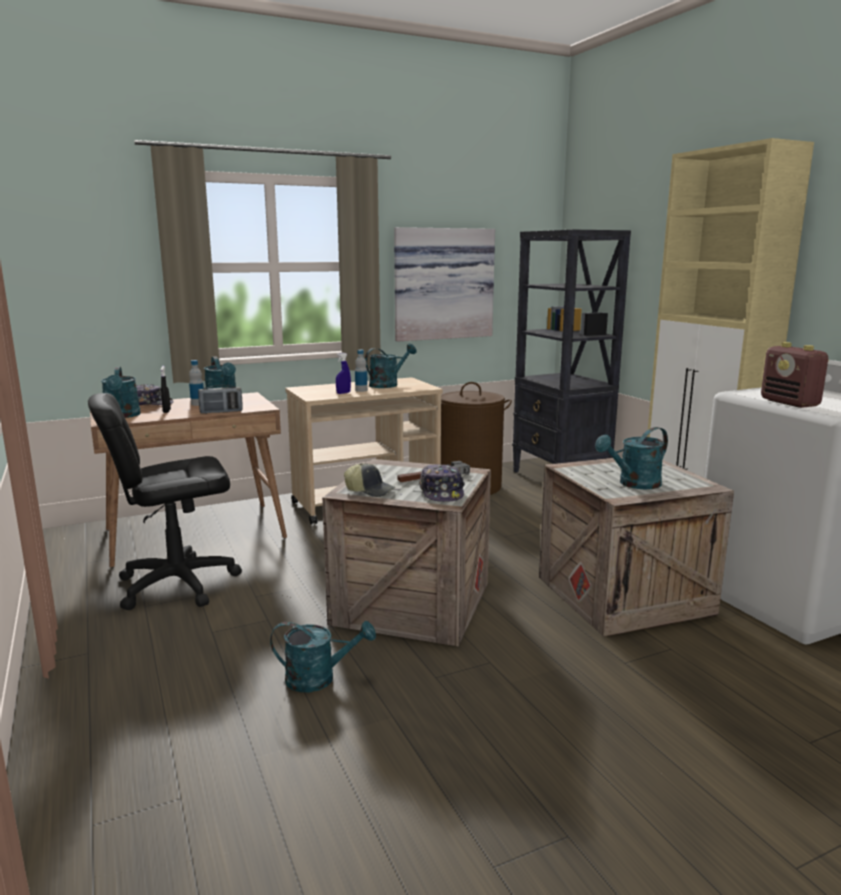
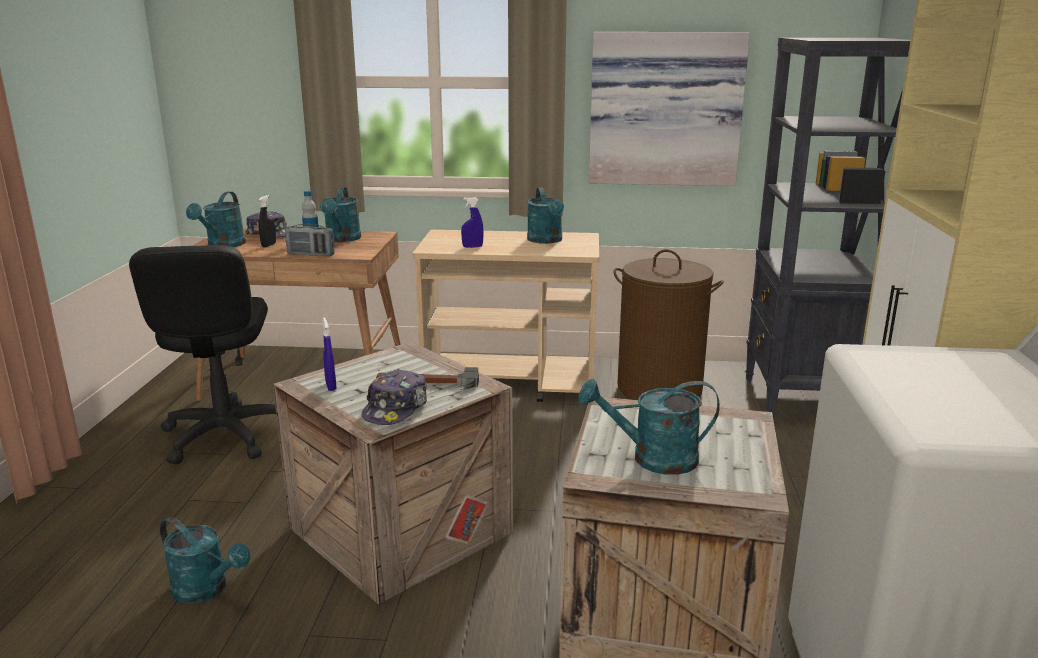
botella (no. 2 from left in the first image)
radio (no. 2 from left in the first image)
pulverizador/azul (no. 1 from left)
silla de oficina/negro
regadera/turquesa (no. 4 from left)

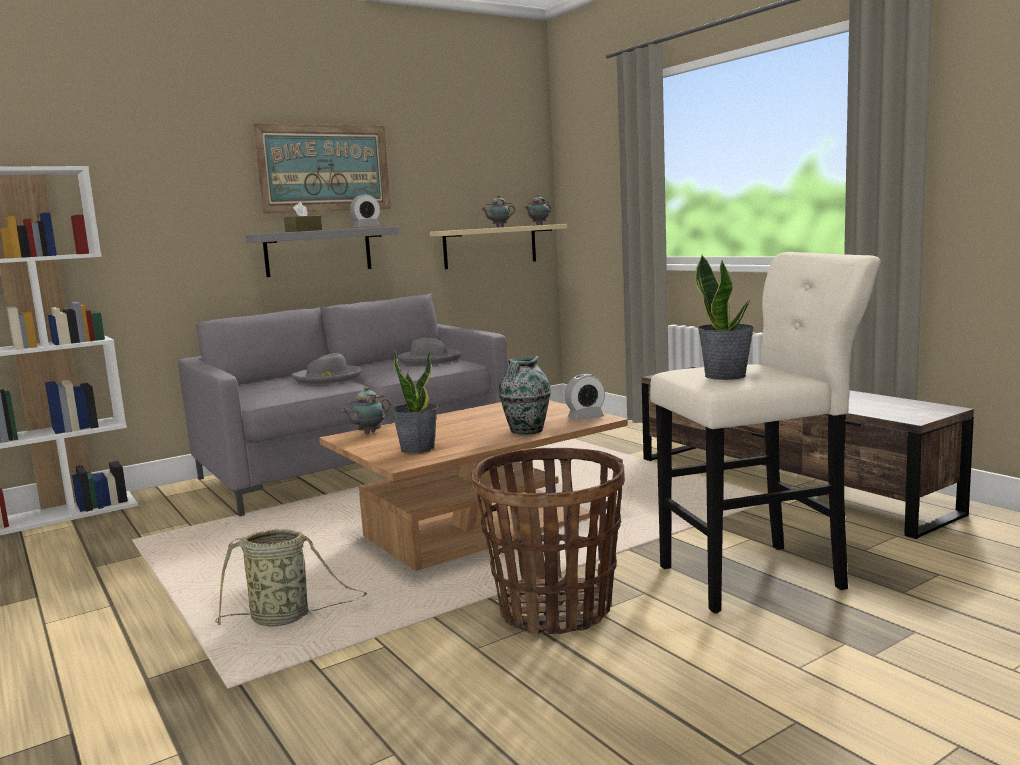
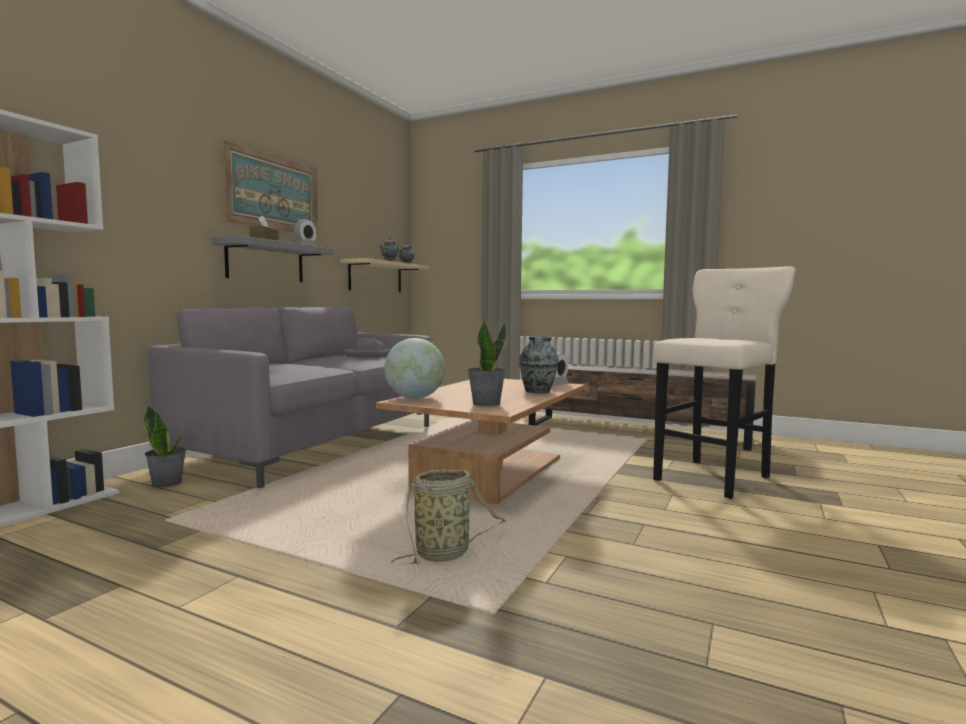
sombrero/gris (no. 1 from left in the first image)
cesta (no. 2 from left in the first image)
planta en maceta (no. 1 from left)
globo terráqueo

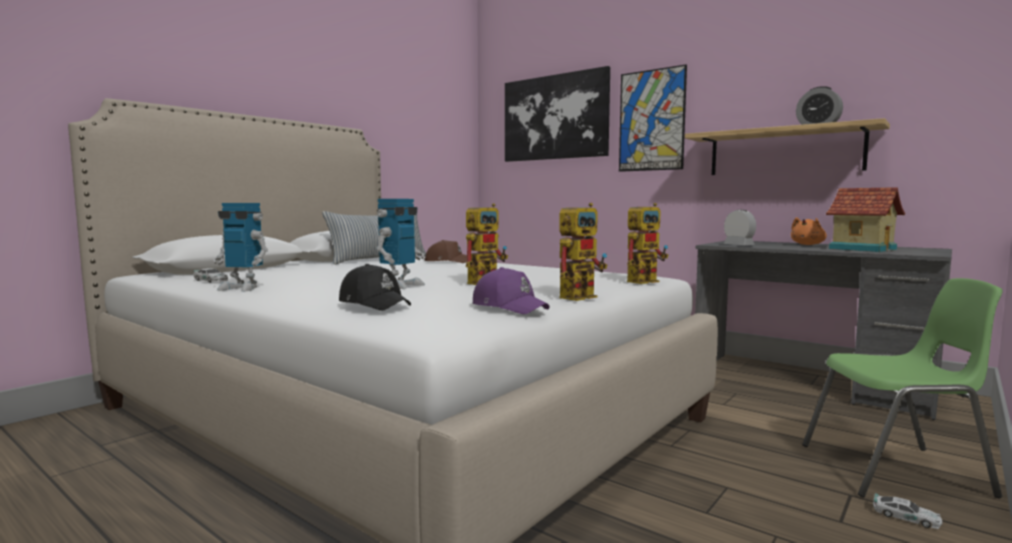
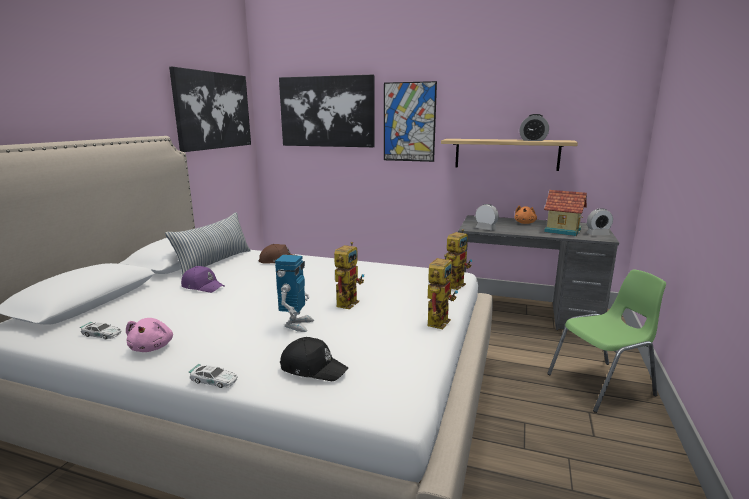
cuadro (no. 1 from left)
despertador (no. 3 from left)
gorra/morado
coche de juguete (no. 2 from left)
peluche/rosa

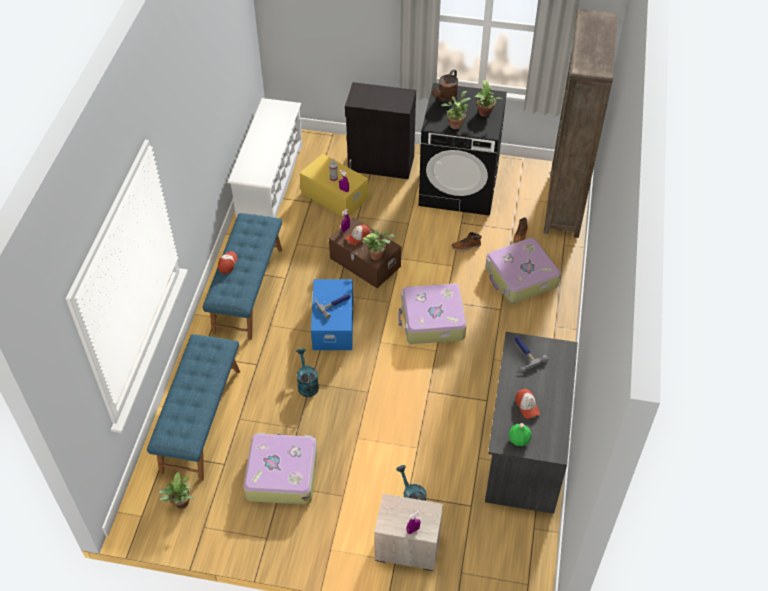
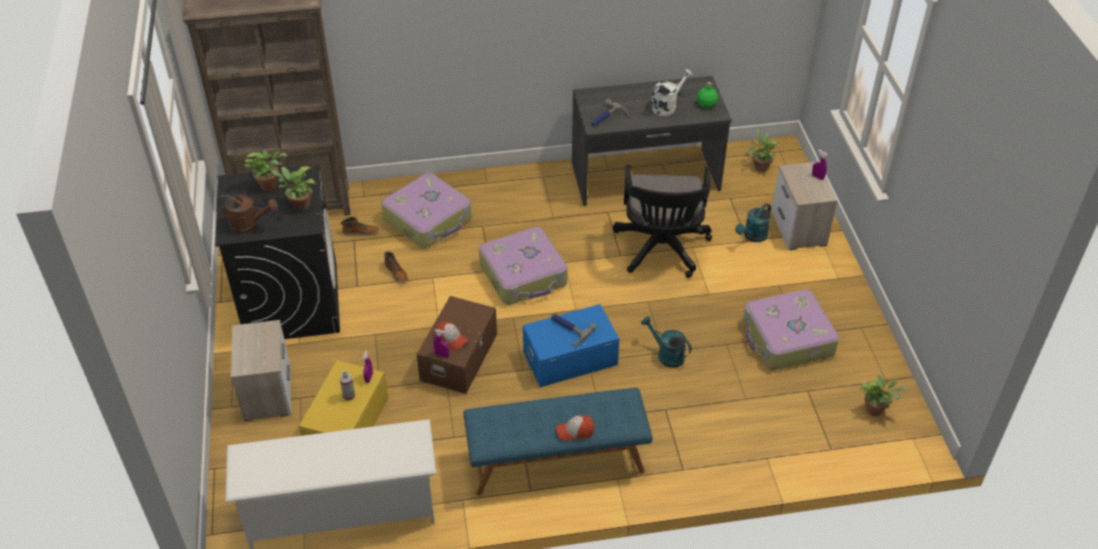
banco/azul (no. 1 from left in the first image)
silla de oficina/negro
planta en maceta (no. 3 from left)
mesita de noche (no. 1 from left)
regadera/blanco
regadera/turquesa (no. 1 from left)

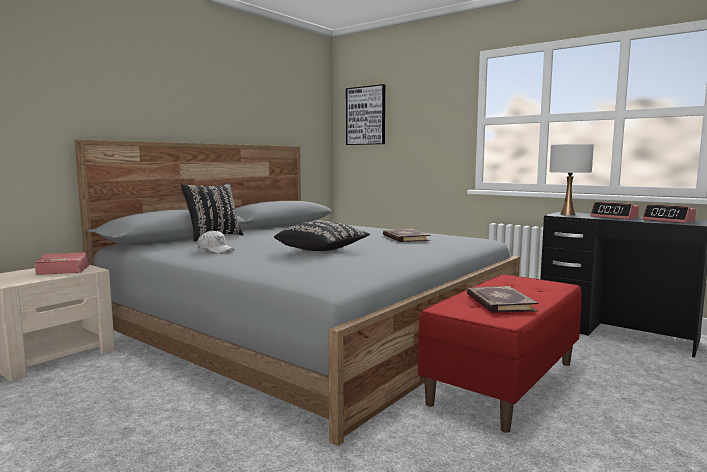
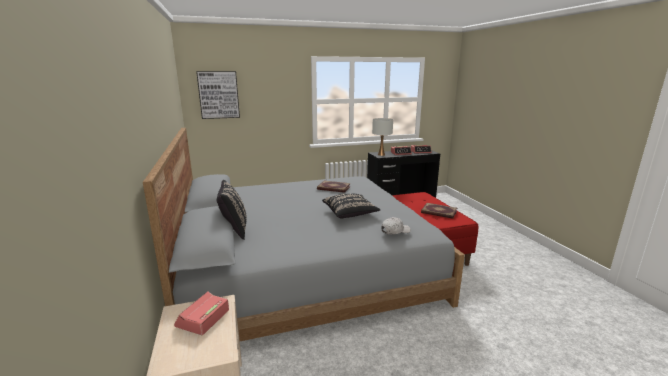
gorra/blanco

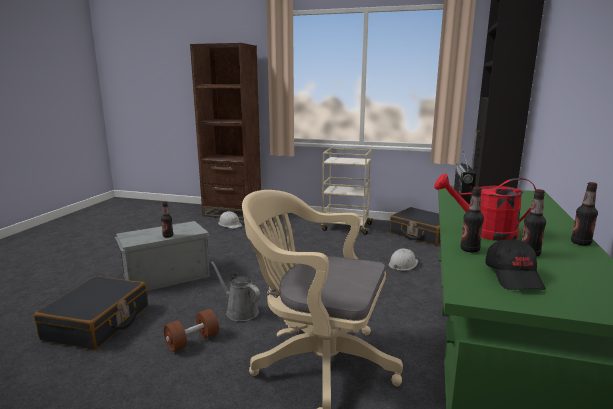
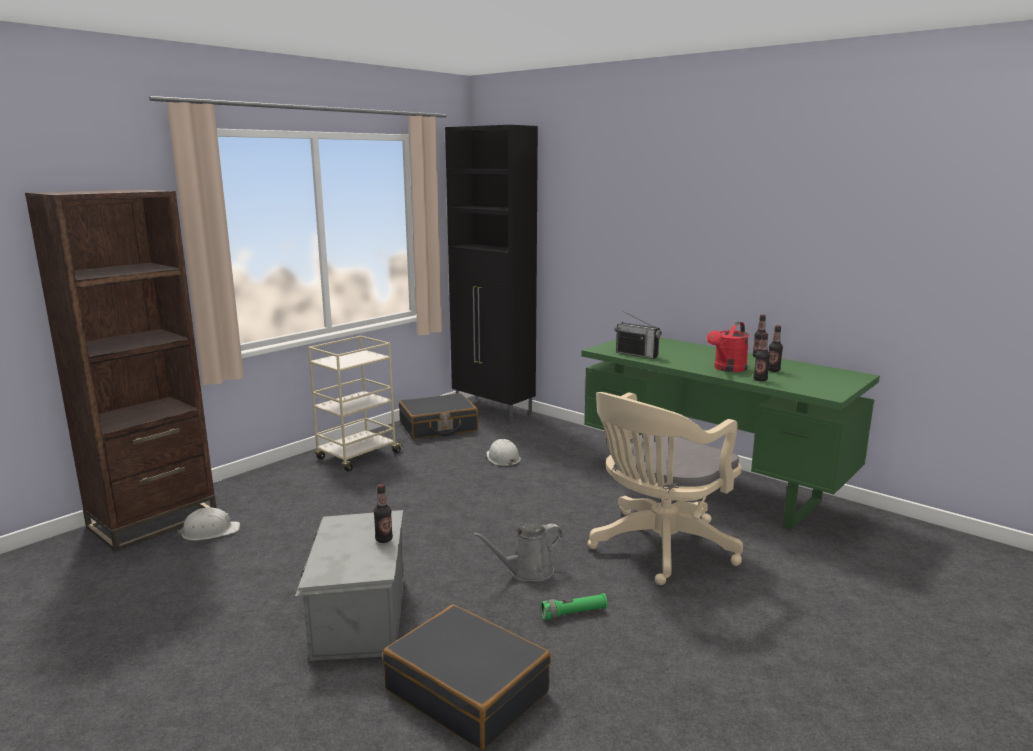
gorra/negro
linterna/verde

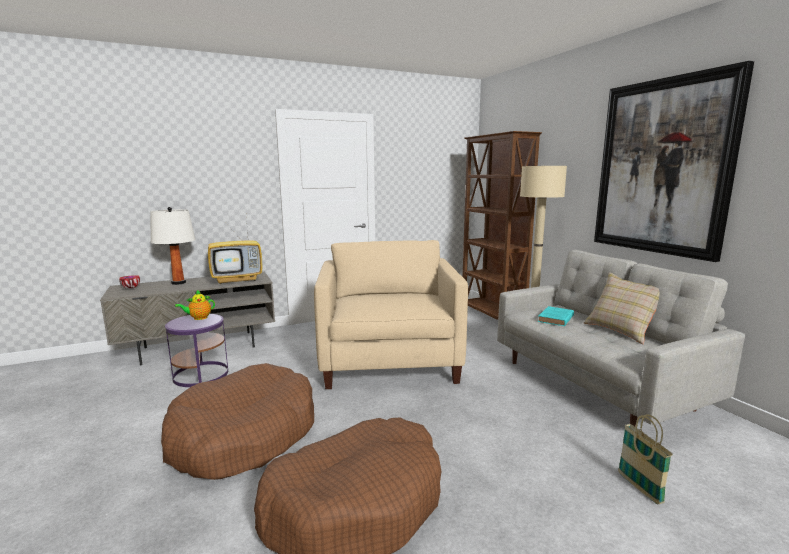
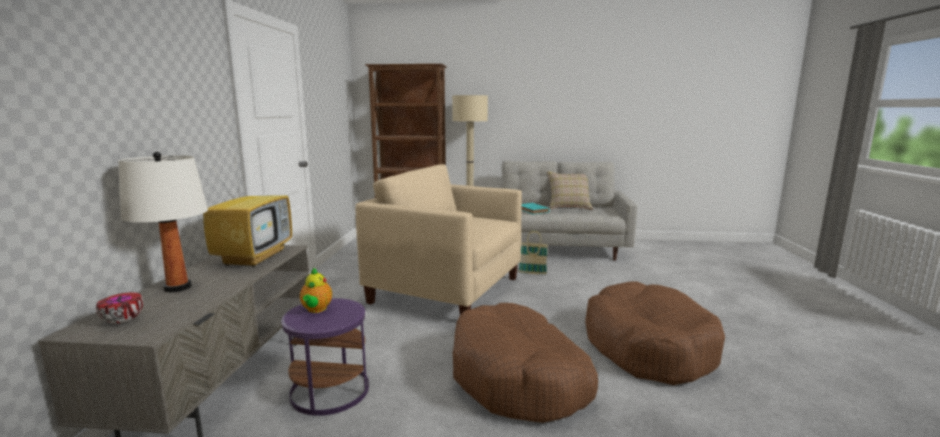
cuadro
cesta

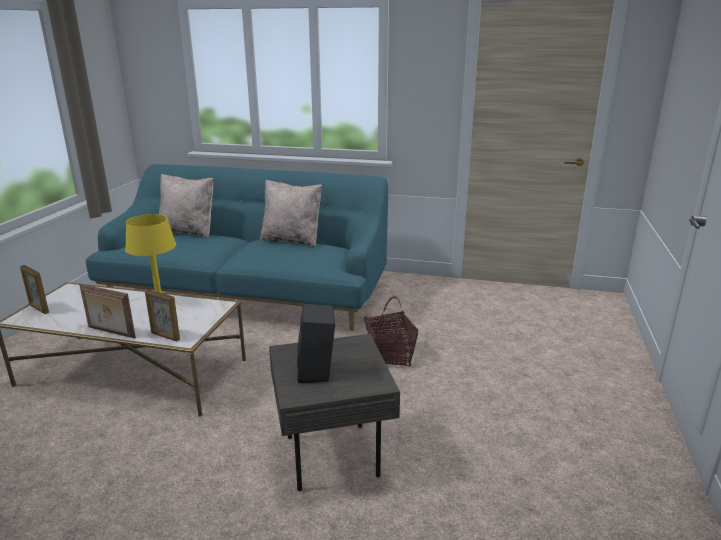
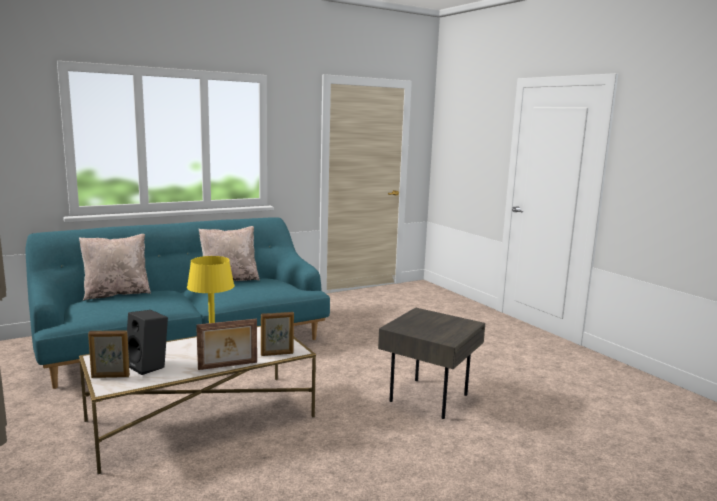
cesta
altavoz/negro

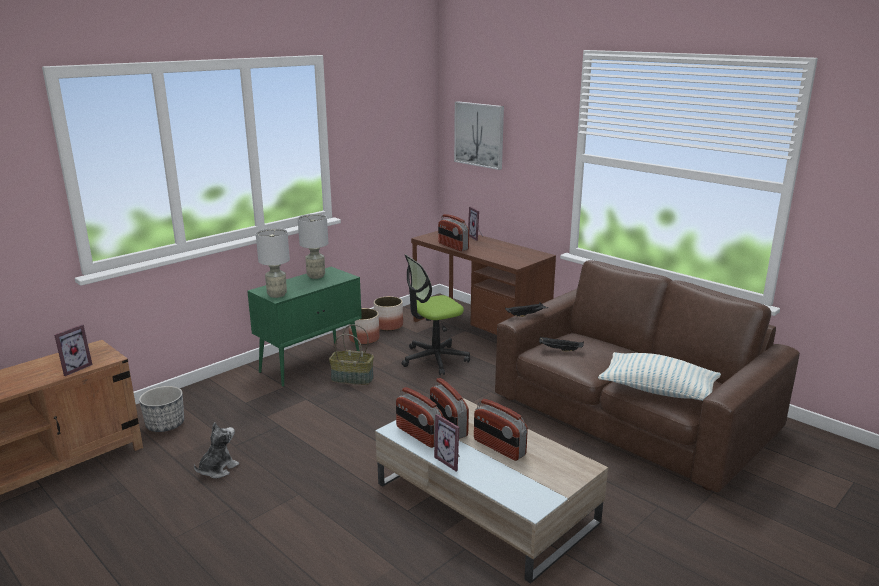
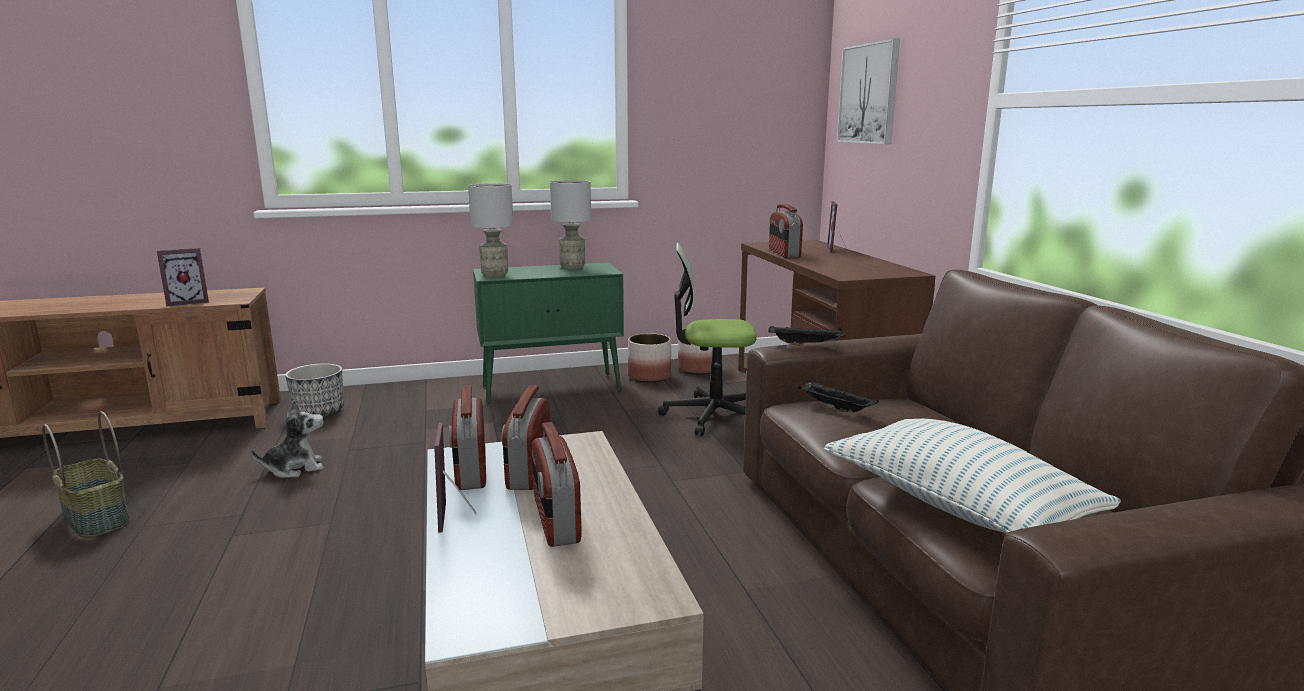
cesta

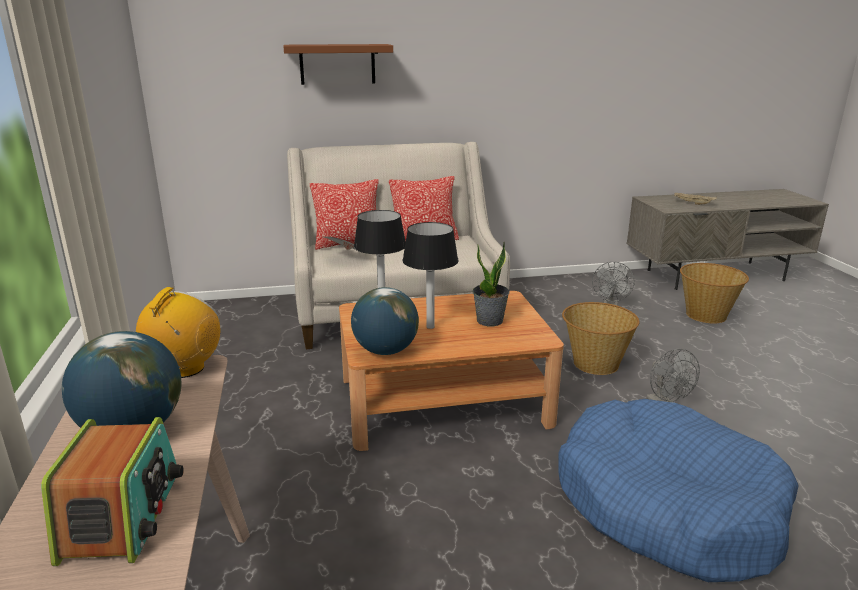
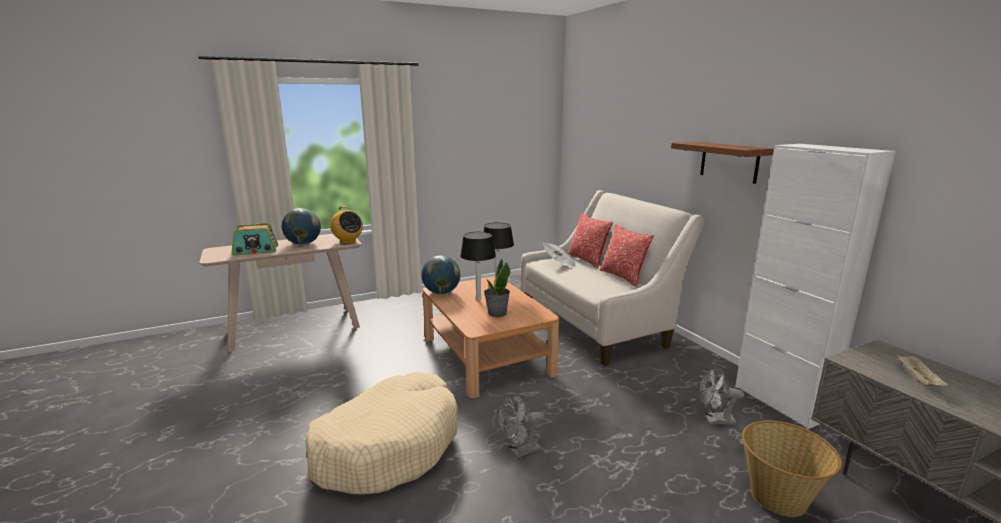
cesta (no. 1 from left in the first image)
armario/blanco
estante/marrón
cama para perro/beis
radio (no. 2 from left)

